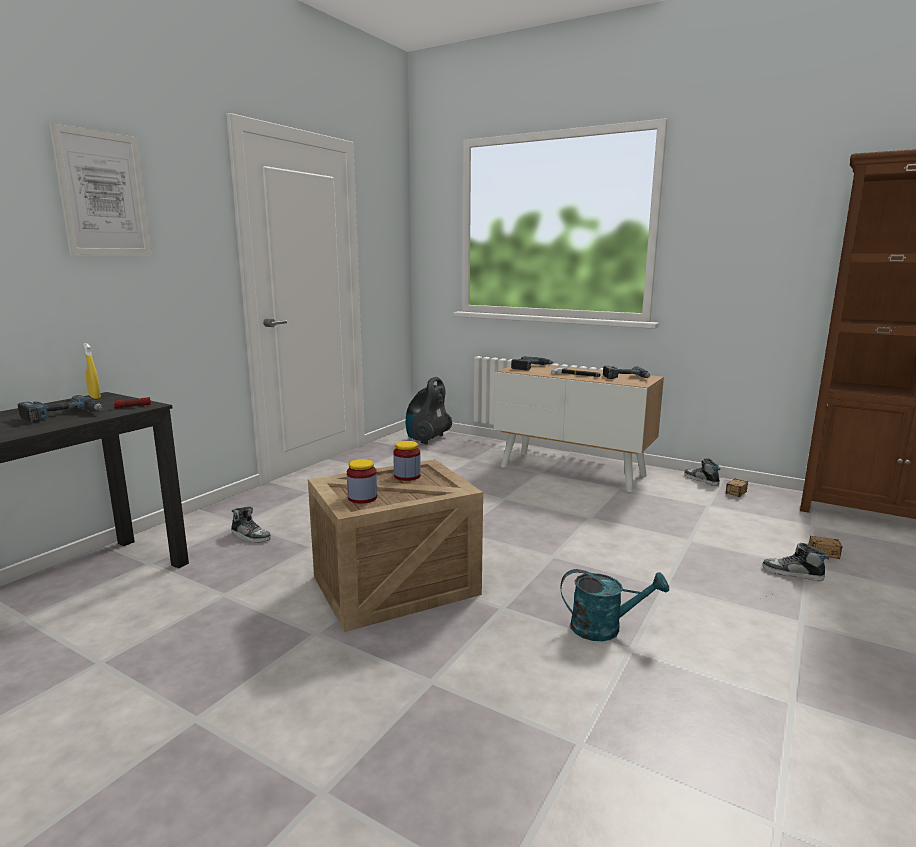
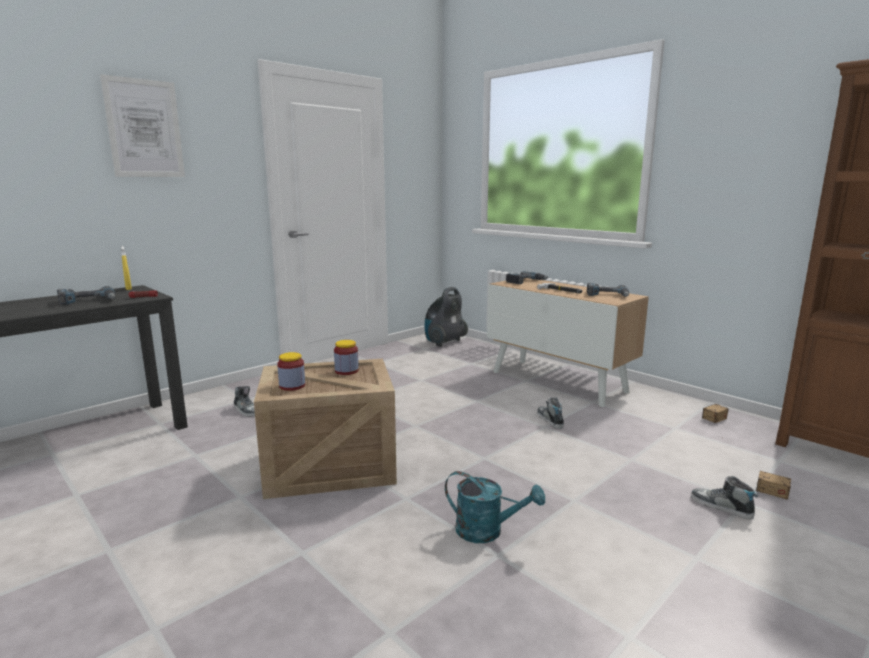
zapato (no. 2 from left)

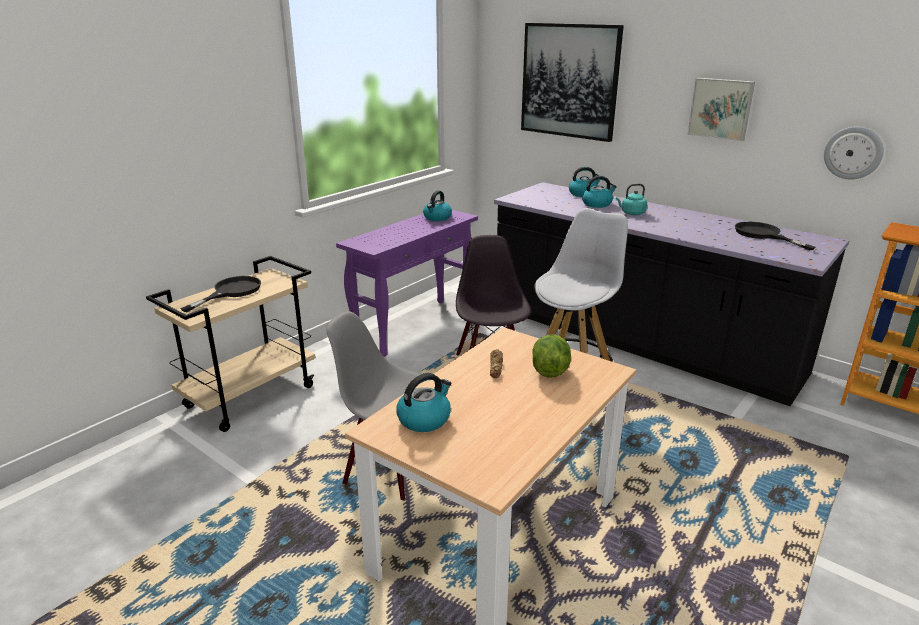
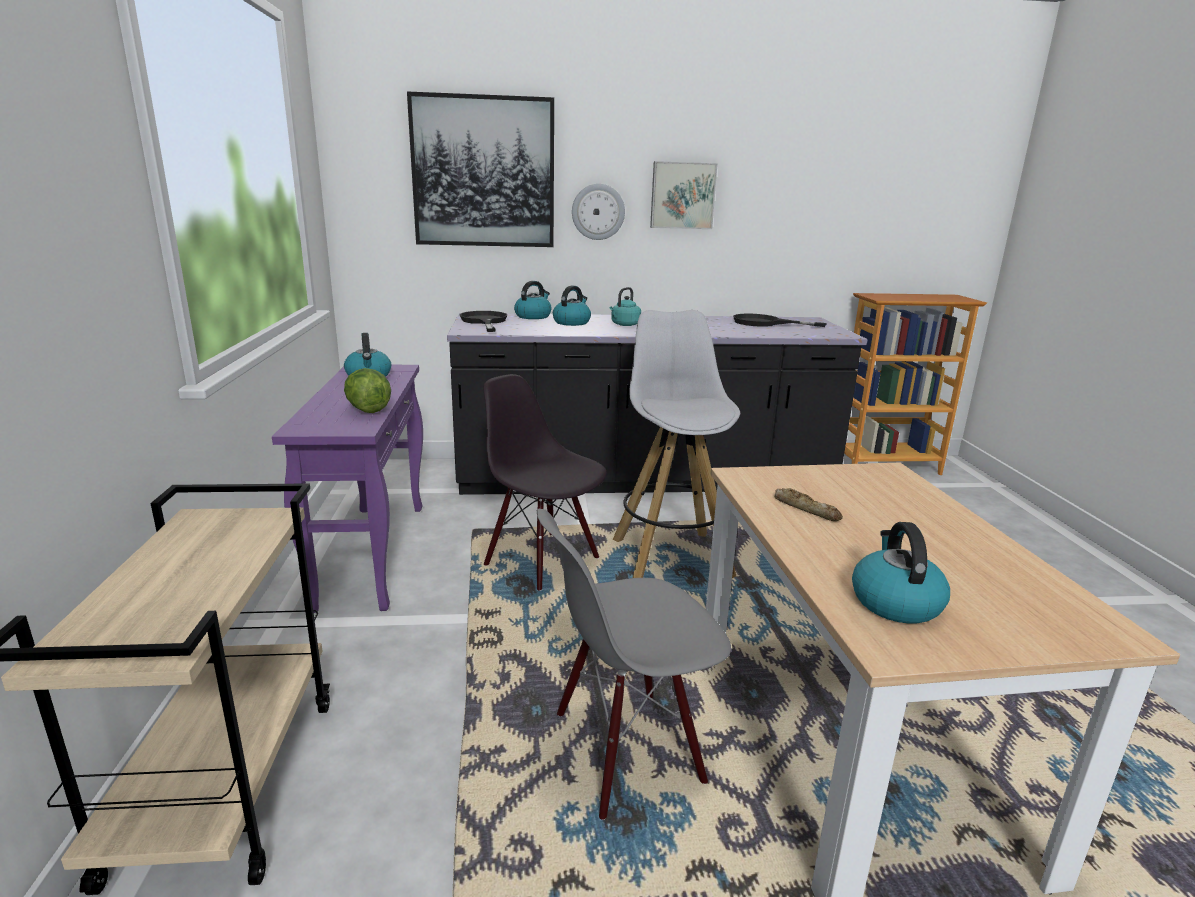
sartén/negro (no. 1 from left)
lechuga
reloj de pared

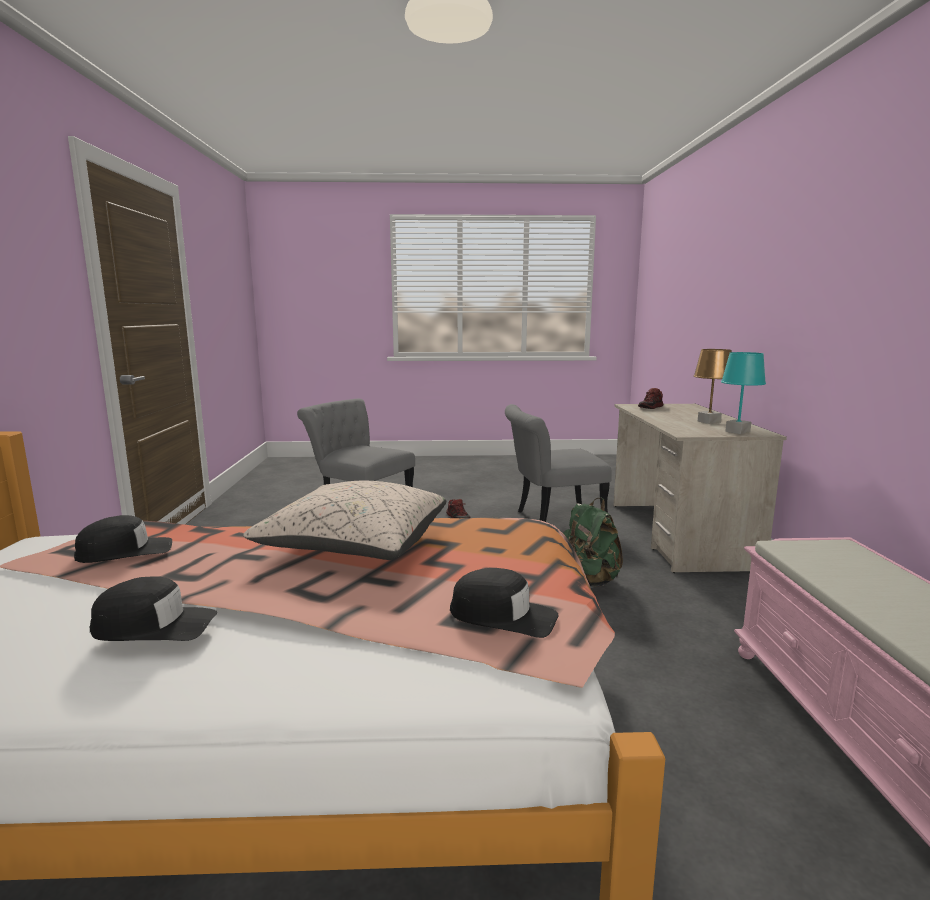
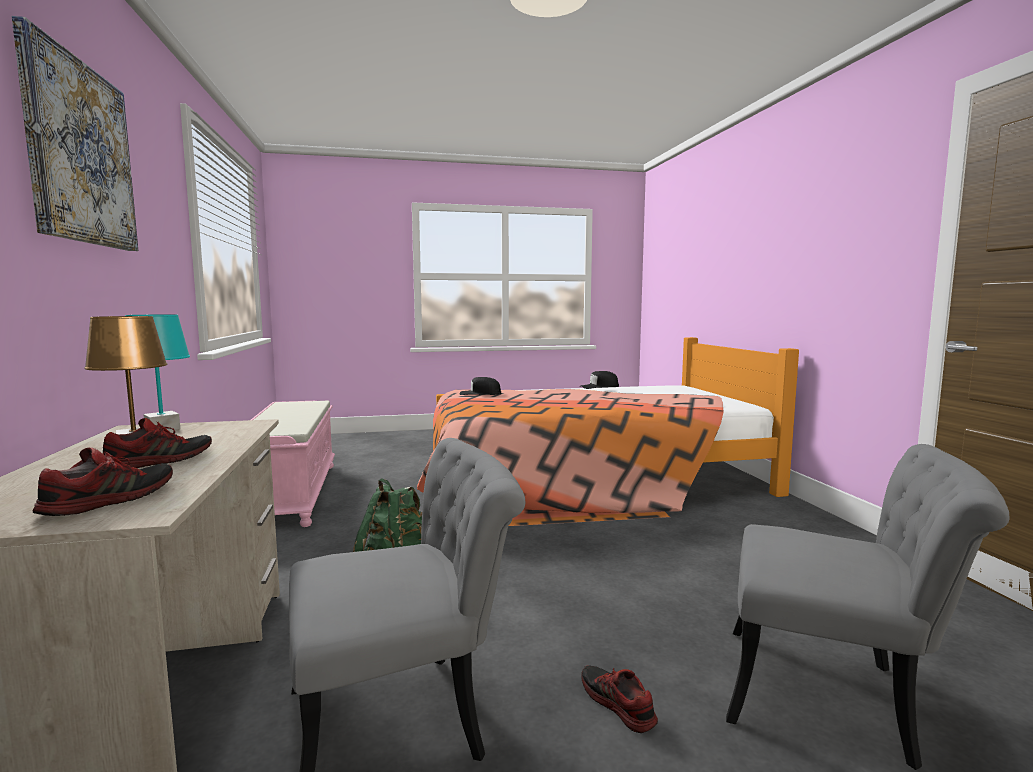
gorra/negro (no. 1 from left in the first image)
cojín/beis
cuadro
zapato (no. 2 from left)

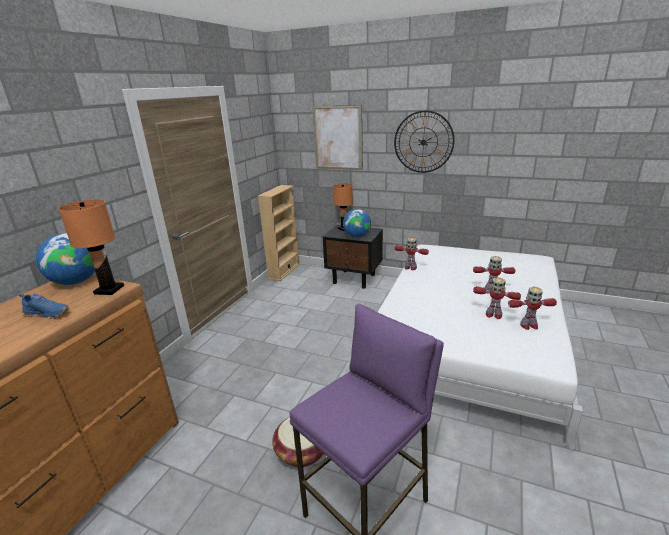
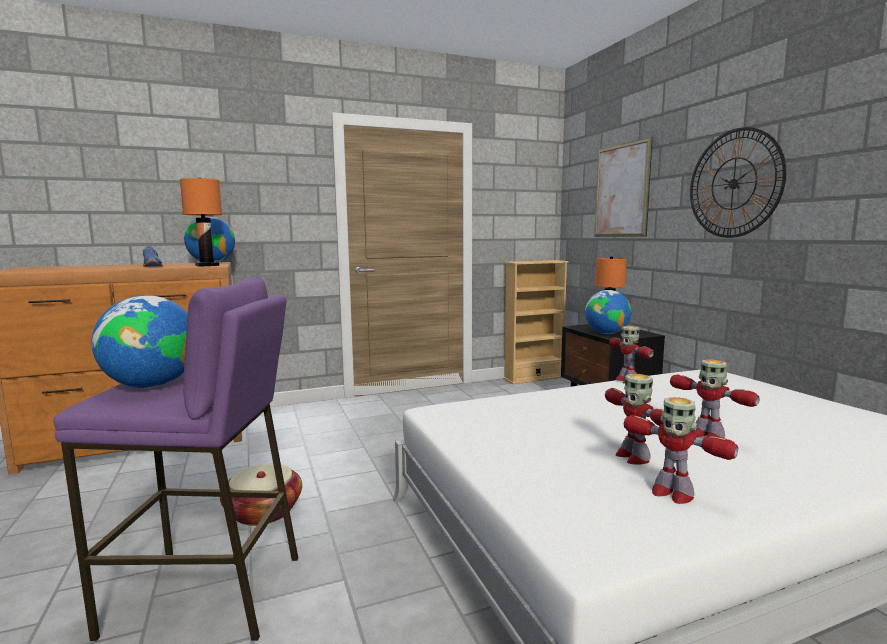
globo terráqueo (no. 1 from left)

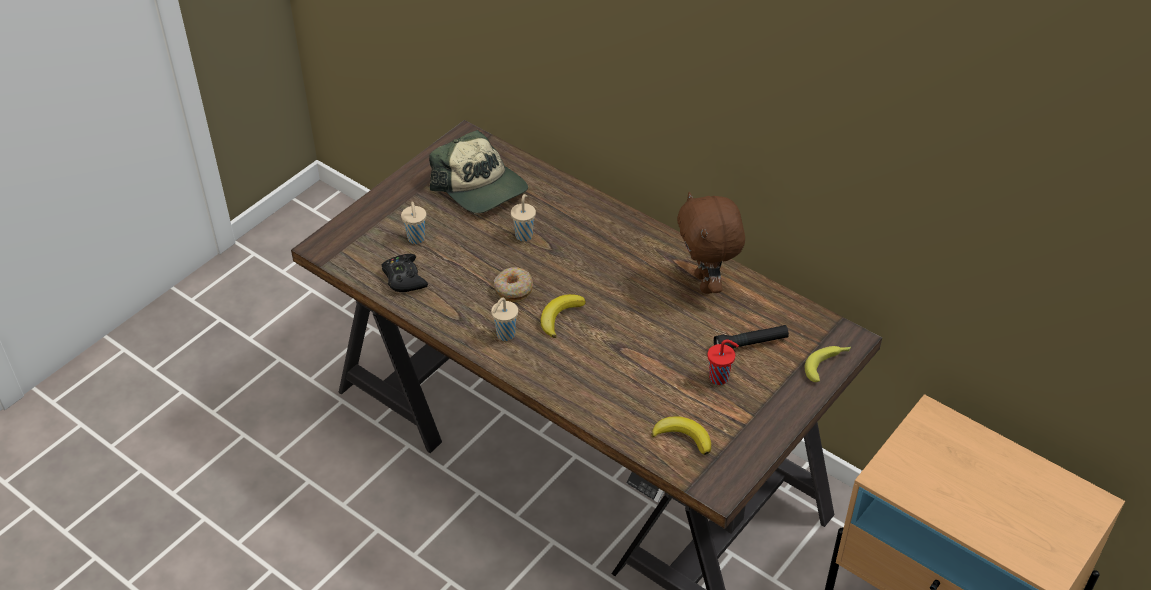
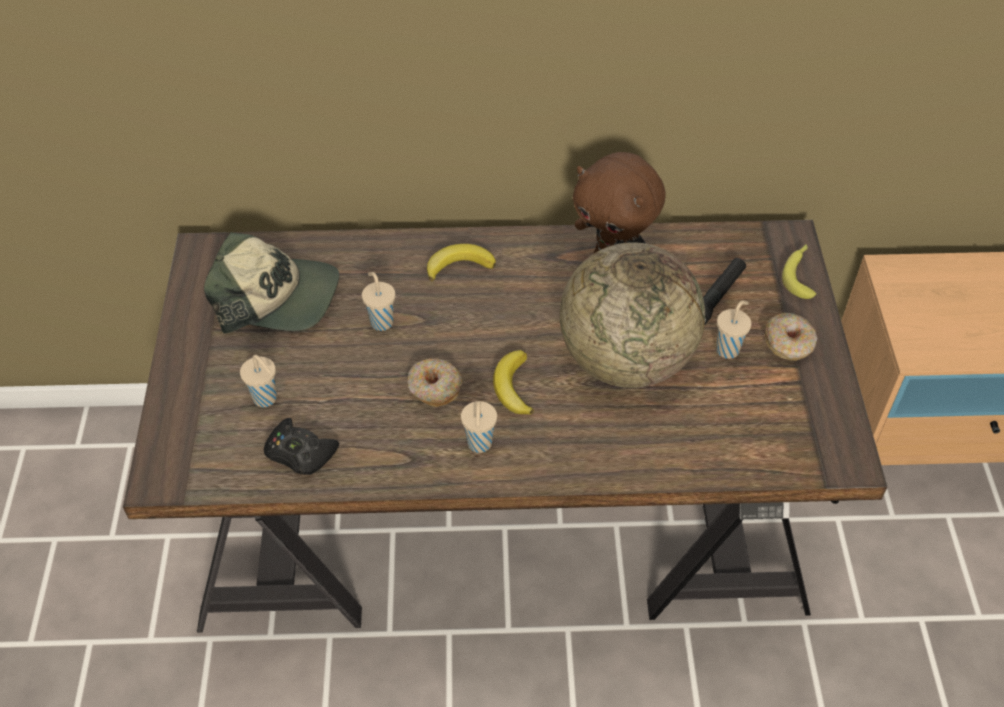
globo terráqueo
rosquilla (no. 2 from left)
plátano (no. 1 from left)
taza/beis (no. 4 from left)

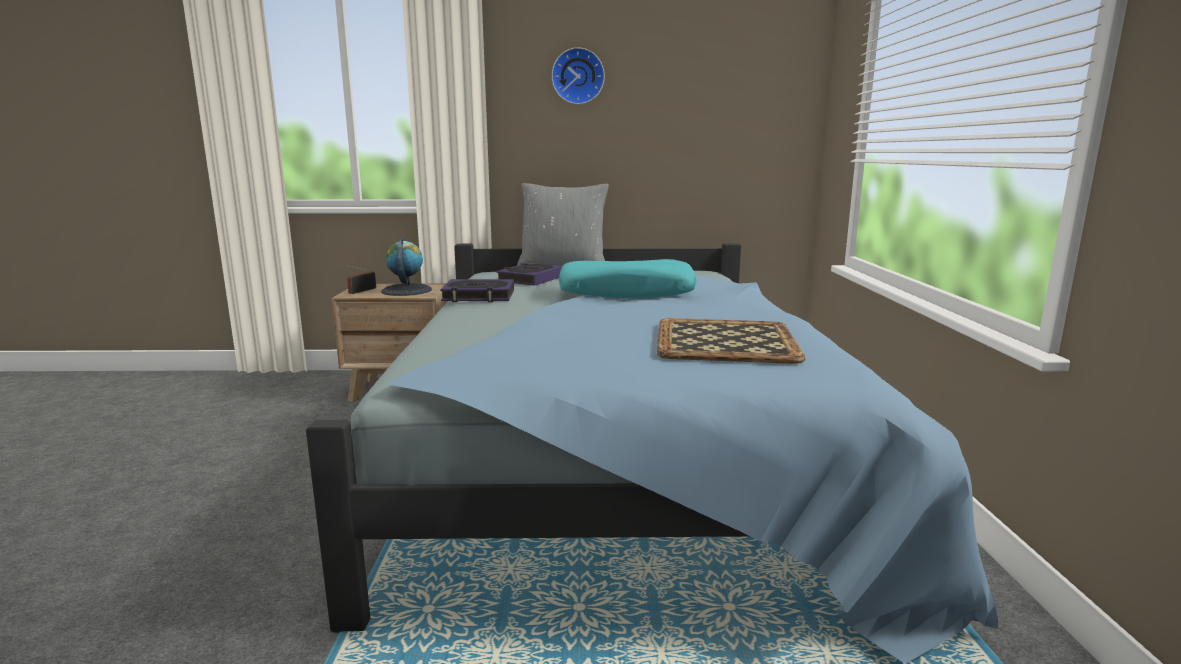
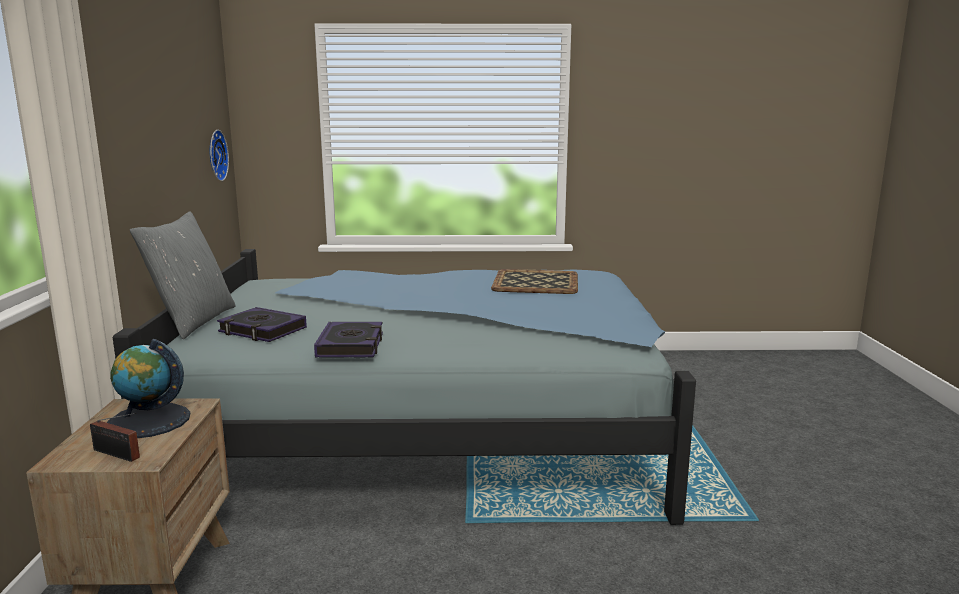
cojín/turquesa
reloj de pared

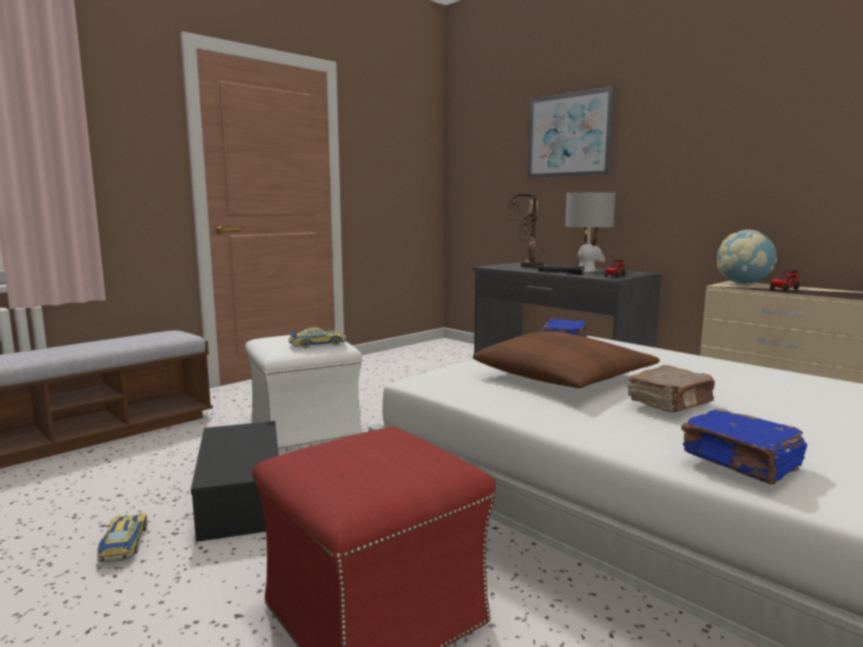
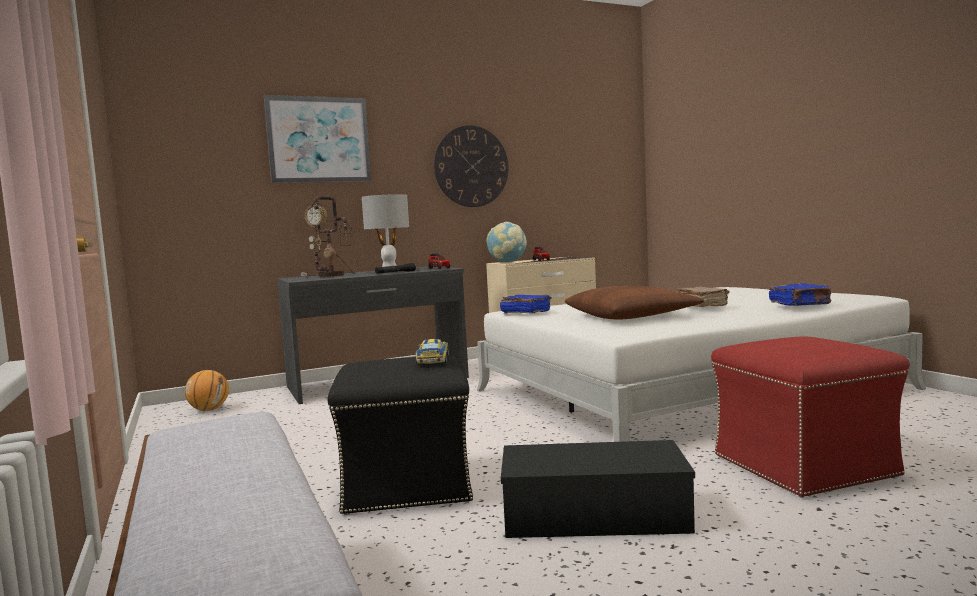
coche de juguete (no. 1 from left in the first image)
balón de baloncesto
reloj de pared
puf/negro

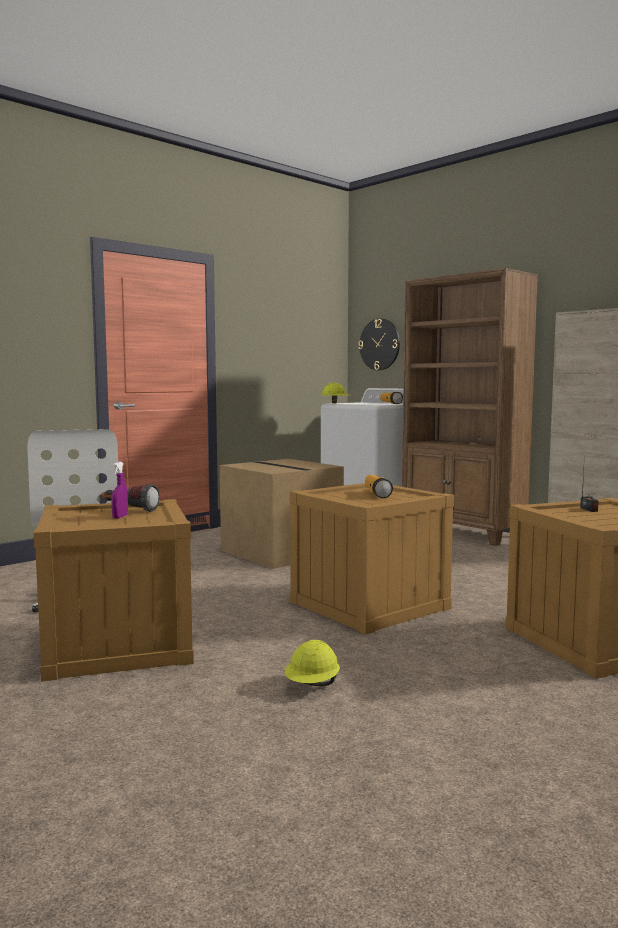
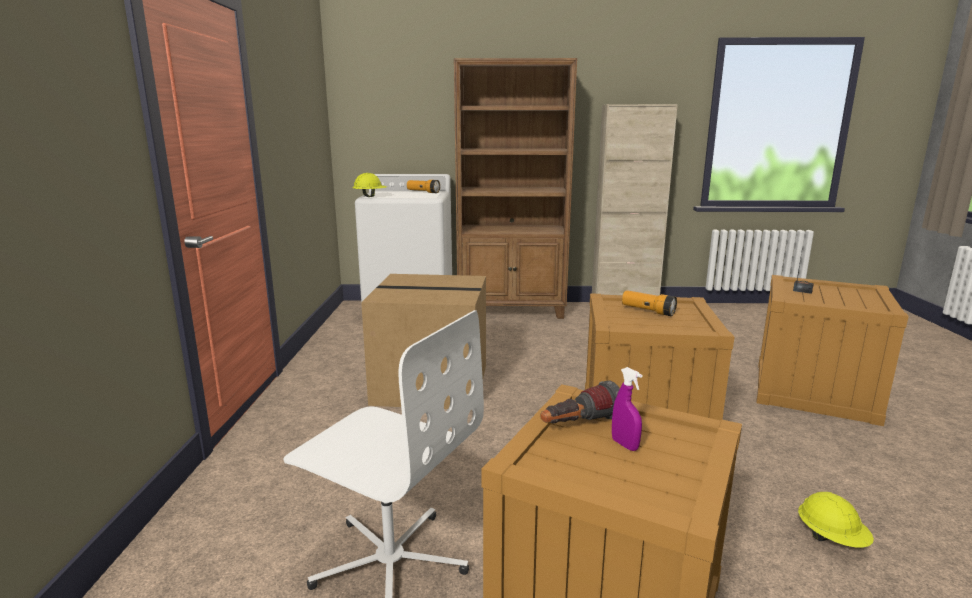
reloj de pared

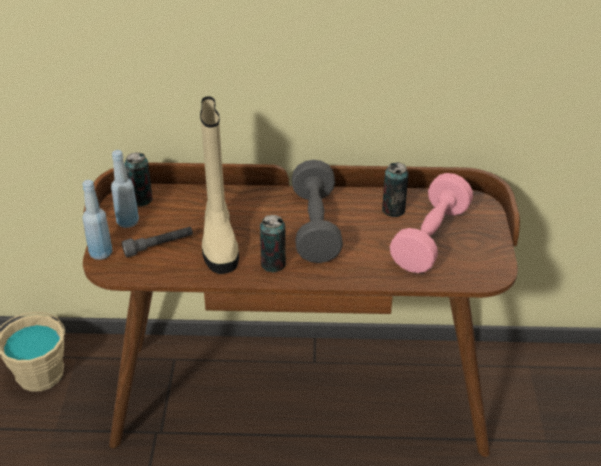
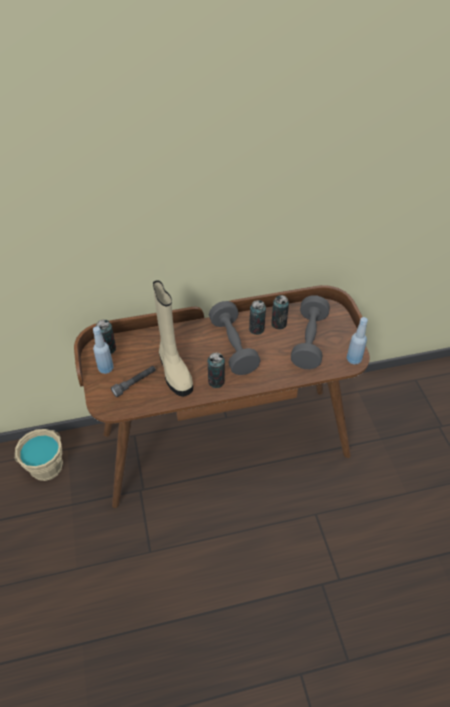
lata (no. 3 from left)
botella/azul (no. 2 from left)
mancuerna/gris (no. 2 from left)

